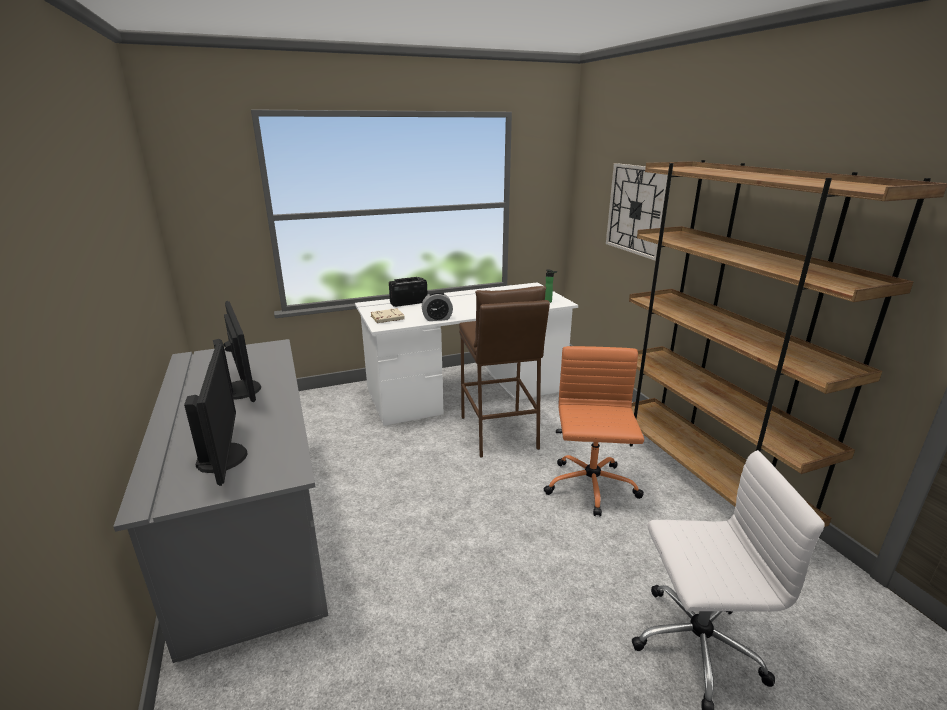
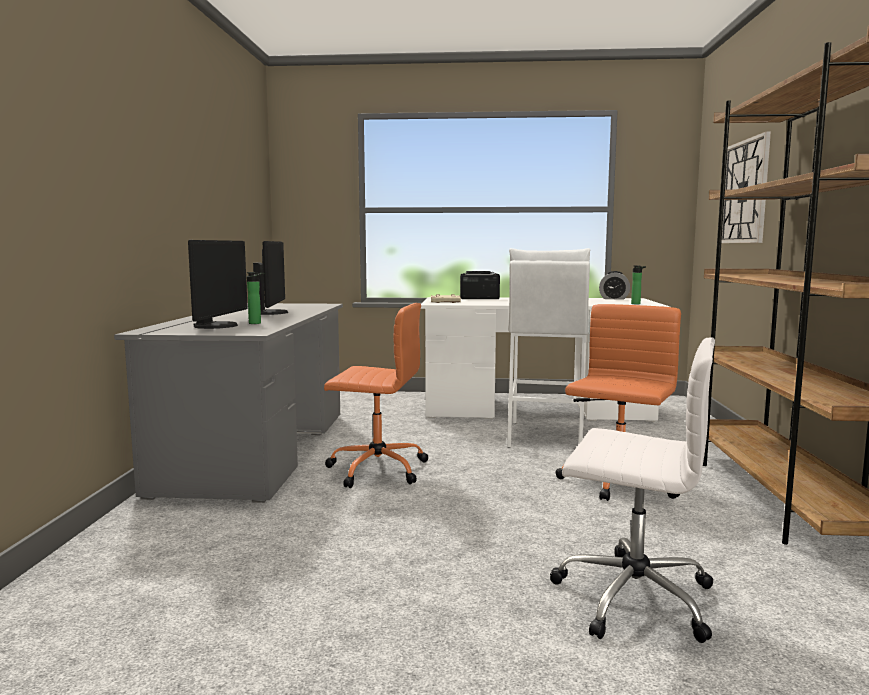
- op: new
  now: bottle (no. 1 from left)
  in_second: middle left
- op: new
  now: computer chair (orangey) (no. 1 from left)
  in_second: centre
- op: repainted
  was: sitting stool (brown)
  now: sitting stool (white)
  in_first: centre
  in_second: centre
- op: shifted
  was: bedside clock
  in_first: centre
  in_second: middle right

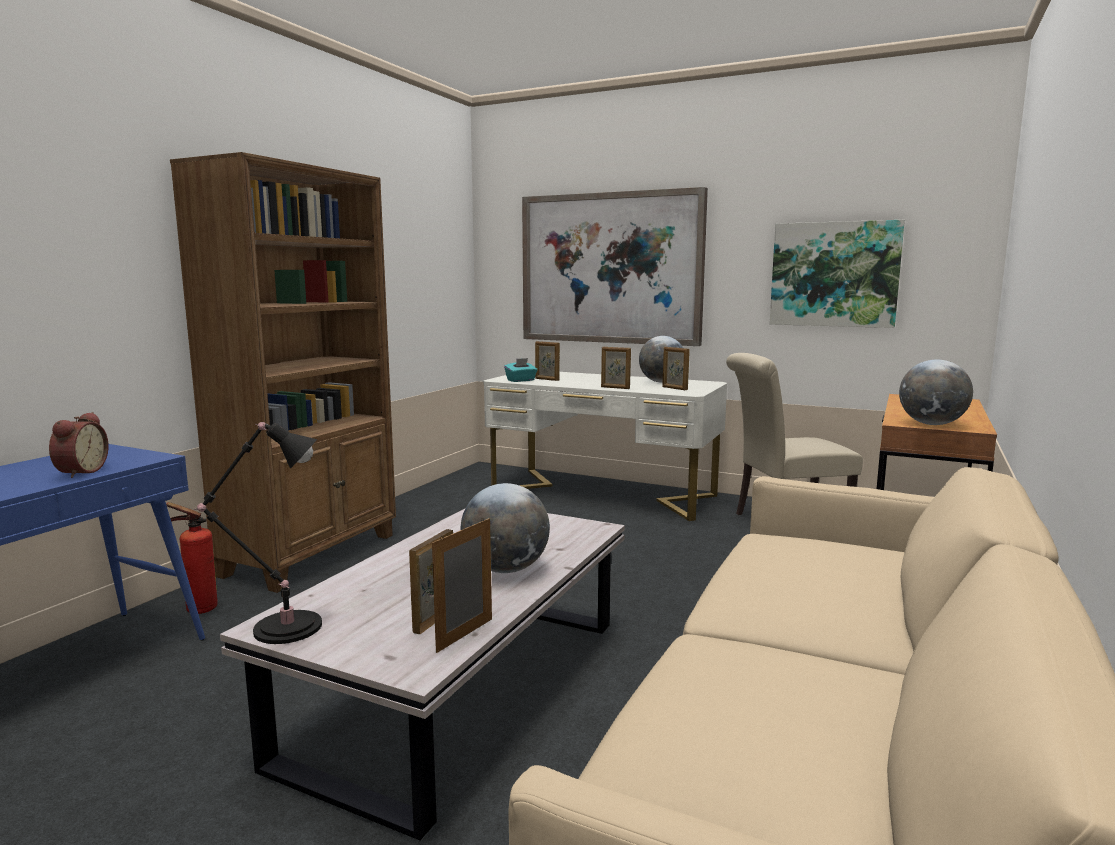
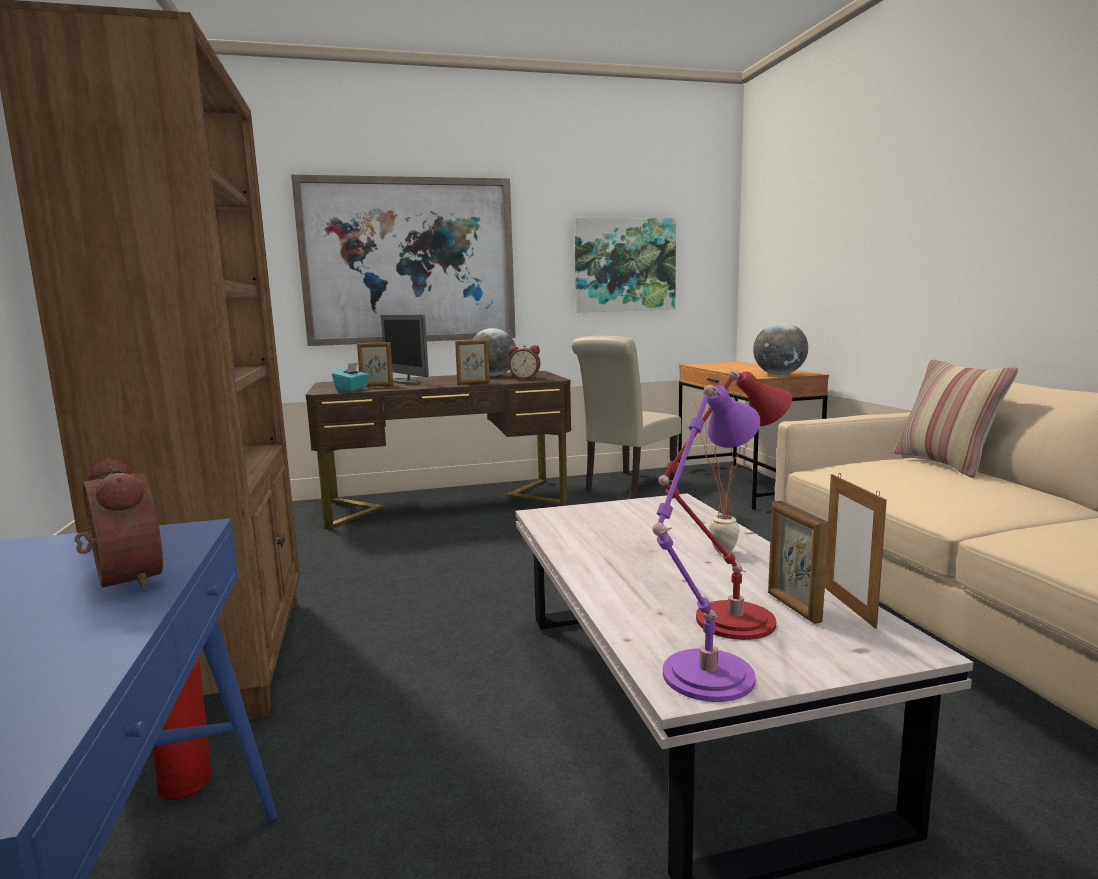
- op: repainted
  was: desk (white)
  now: desk (brown) (no. 1 from left)
  in_first: centre
  in_second: centre
- op: new
  now: monitor
  in_second: centre
- op: swapped
  was: standing frame (no. 5 from left)
  now: bedside clock (no. 2 from left)
  in_first: centre
  in_second: centre
- op: repainted
  was: lamp for a table (black-coloured)
  now: lamp for a table (purplish)
  in_first: middle left
  in_second: centre
- op: new
  now: lamp for a table (red-coloured)
  in_second: centre
- op: swapped
  was: desk globe (no. 1 from left)
  now: plant in a pot
  in_first: centre
  in_second: centre
- op: new
  now: cushion
  in_second: middle right

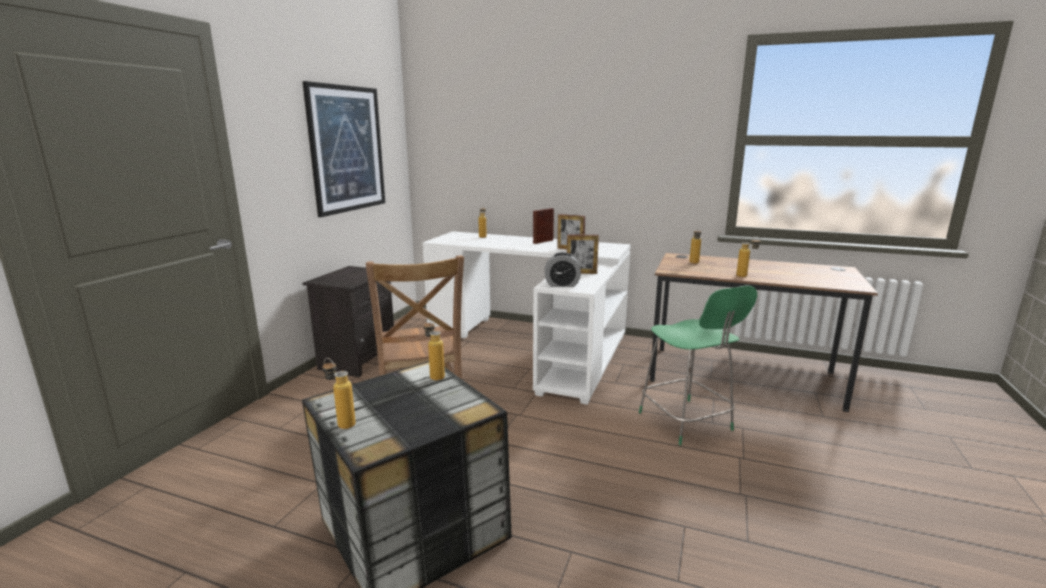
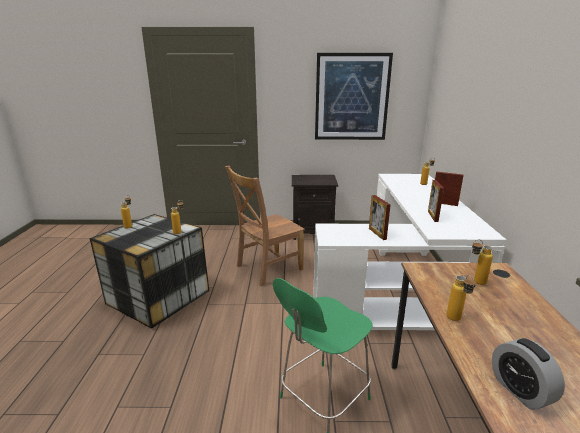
- op: shifted
  was: bedside clock
  in_first: centre
  in_second: bottom right

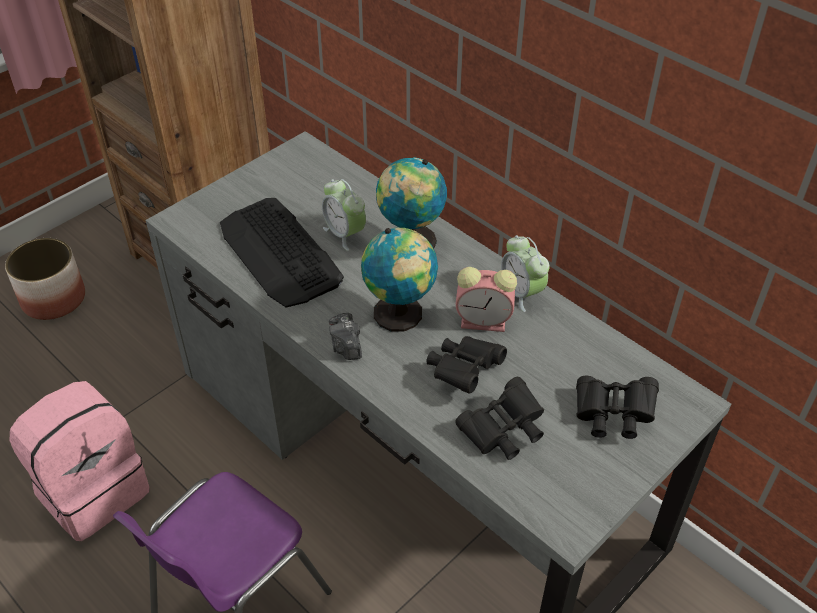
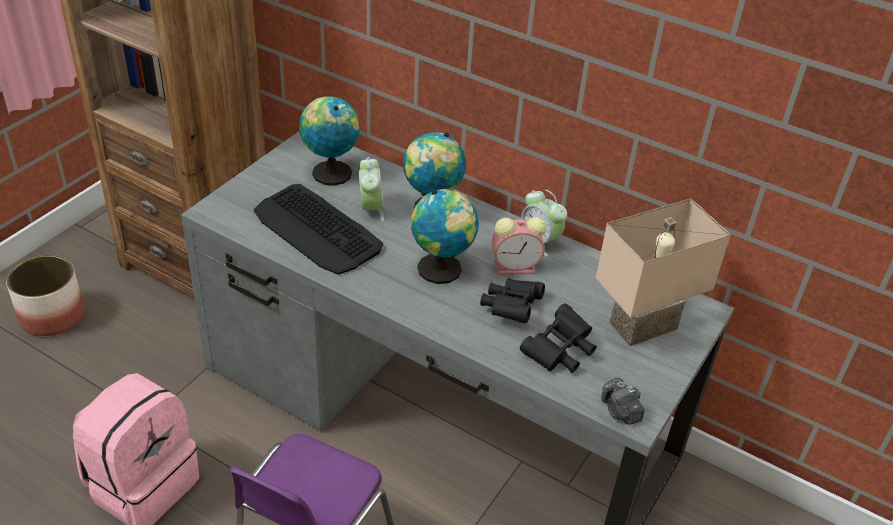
- op: new
  now: desk globe (no. 1 from left)
  in_second: top centre
- op: rotated
  was: bedside clock (no. 1 from left)
  in_first: centre
  in_second: centre
  clockwise: -135
- op: swapped
  was: field glasses (black-coloured) (no. 3 from left)
  now: lamp for a table (beige-coloured)
  in_first: middle right
  in_second: middle right
- op: shifted
  was: still camera
  in_first: centre
  in_second: bottom right

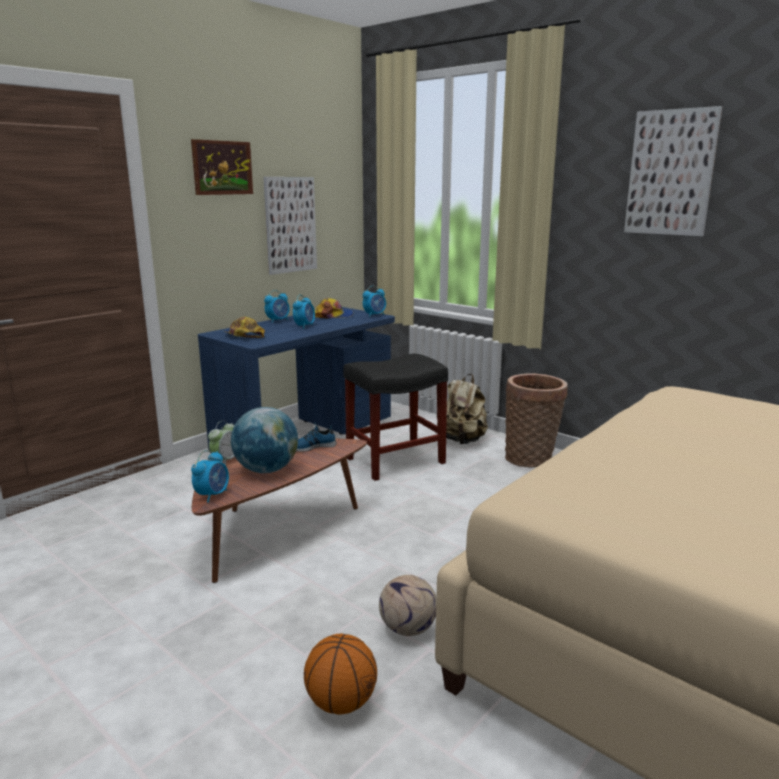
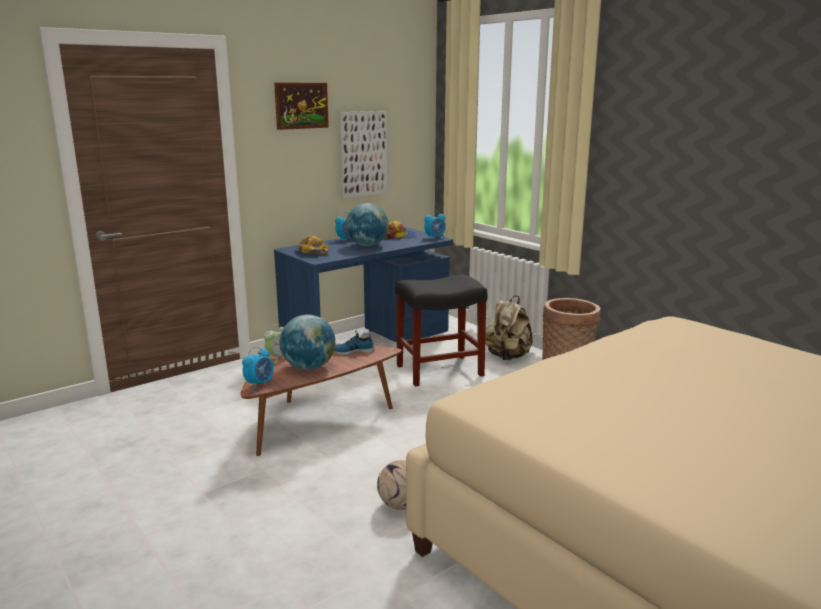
- op: swapped
  was: bedside clock (no. 4 from left)
  now: desk globe (no. 2 from left)
  in_first: centre
  in_second: centre
- op: gone
  was: ball for basketball
  in_first: bottom centre
- op: gone
  was: picture (no. 3 from left)
  in_first: top right

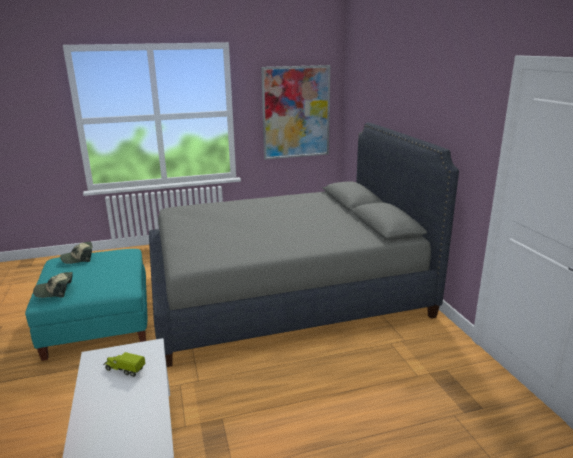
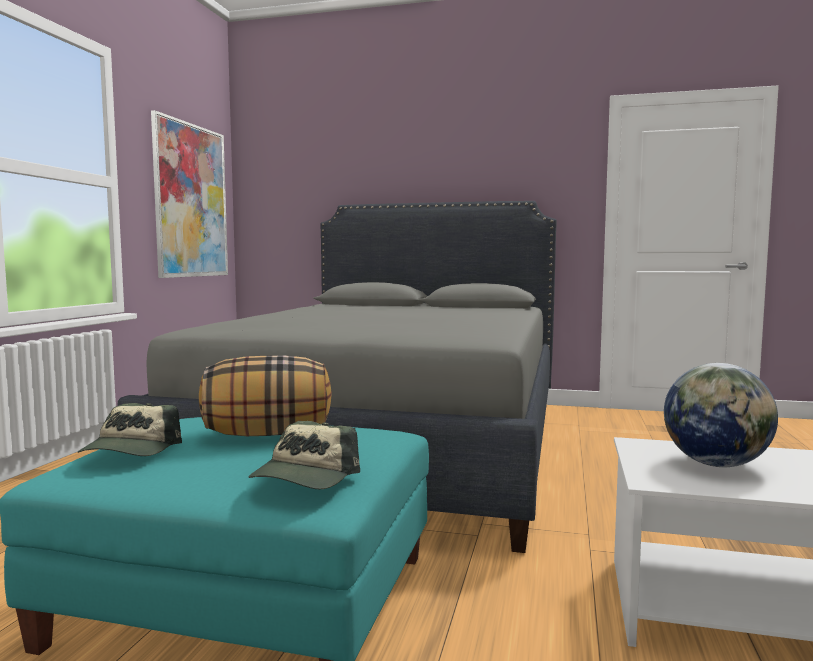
- op: new
  now: cushion
  in_second: middle left
- op: swapped
  was: model truck
  now: desk globe
  in_first: bottom left
  in_second: middle right

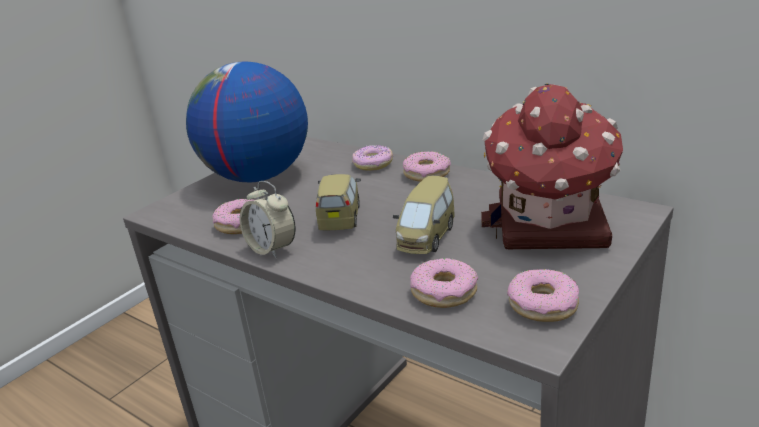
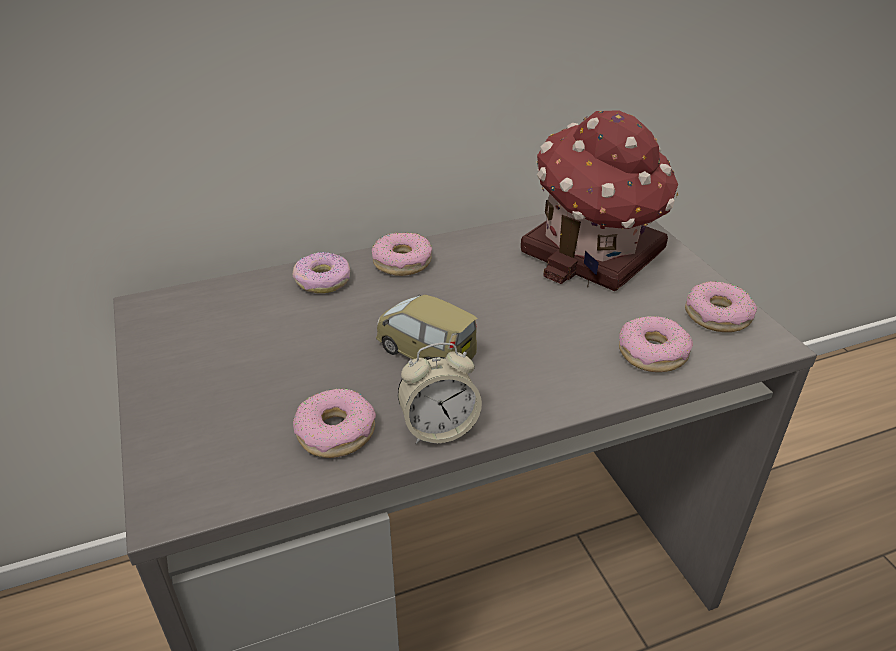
- op: gone
  was: desk globe
  in_first: top left
- op: gone
  was: miniature car (no. 2 from left)
  in_first: centre

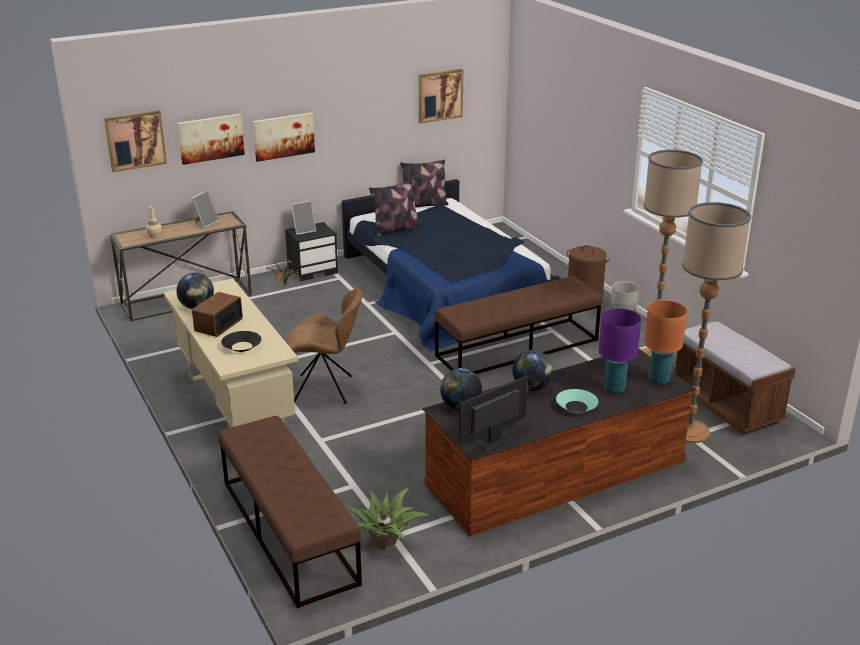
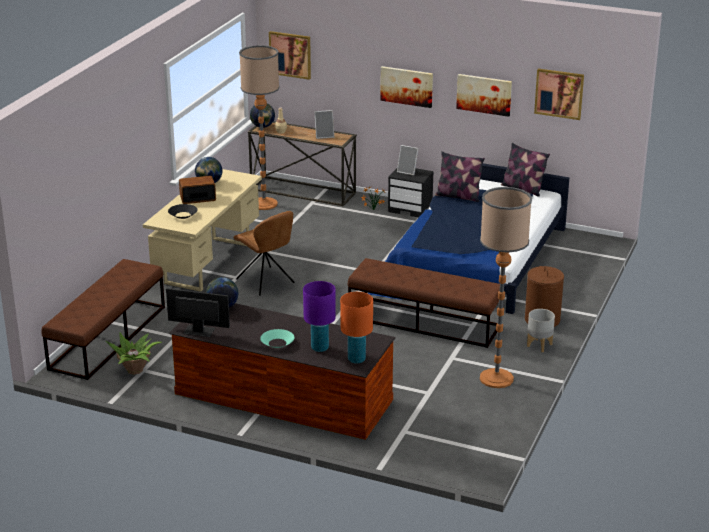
- op: shifted
  was: floor lamp (no. 2 from left in the first image)
  now: floor lamp (no. 1 from left)
  in_first: middle right
  in_second: top centre
- op: shifted
  was: desk globe (no. 3 from left)
  in_first: centre
  in_second: top centre
- op: shifted
  was: picture (no. 2 from left in the first image)
  now: picture (no. 3 from left)
  in_first: top left
  in_second: top right
- op: gone
  was: bench (brown) (no. 3 from left)
  in_first: middle right

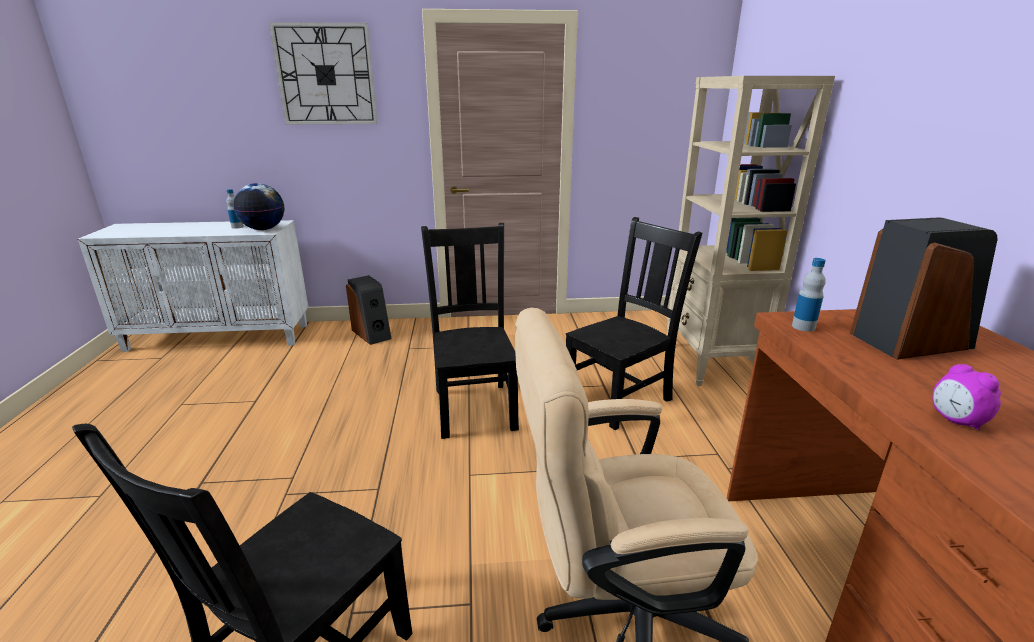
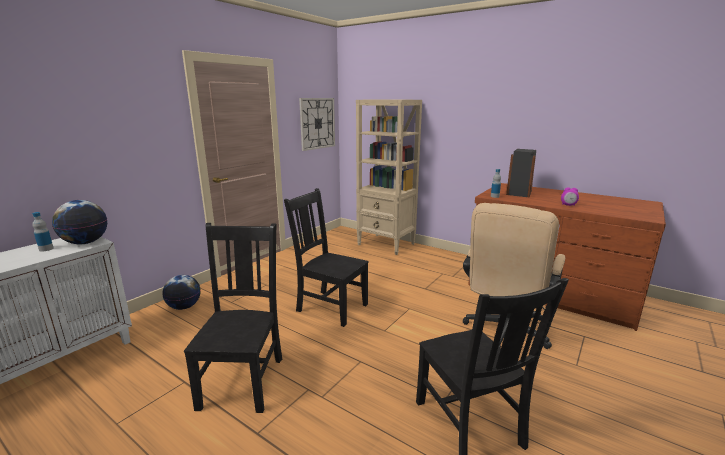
- op: swapped
  was: audio speaker (no. 1 from left)
  now: desk globe (no. 2 from left)
  in_first: centre
  in_second: middle left
- op: shifted
  was: plain chair (black-coloured) (no. 3 from left in the first image)
  now: plain chair (black-coloured) (no. 1 from left)
  in_first: centre
  in_second: bottom left
- op: shifted
  was: clock on the wall
  in_first: top left
  in_second: top centre

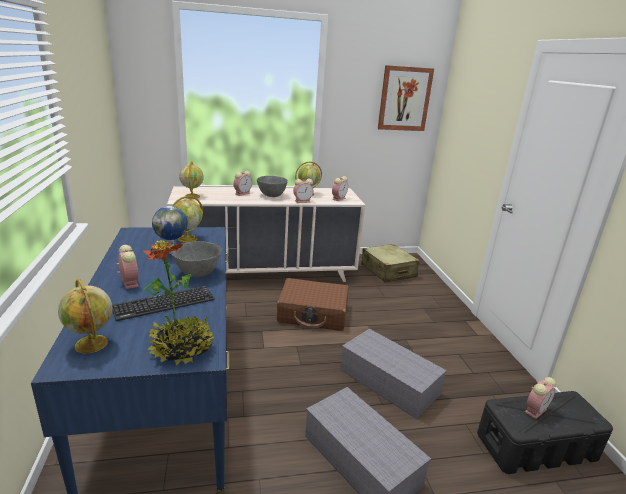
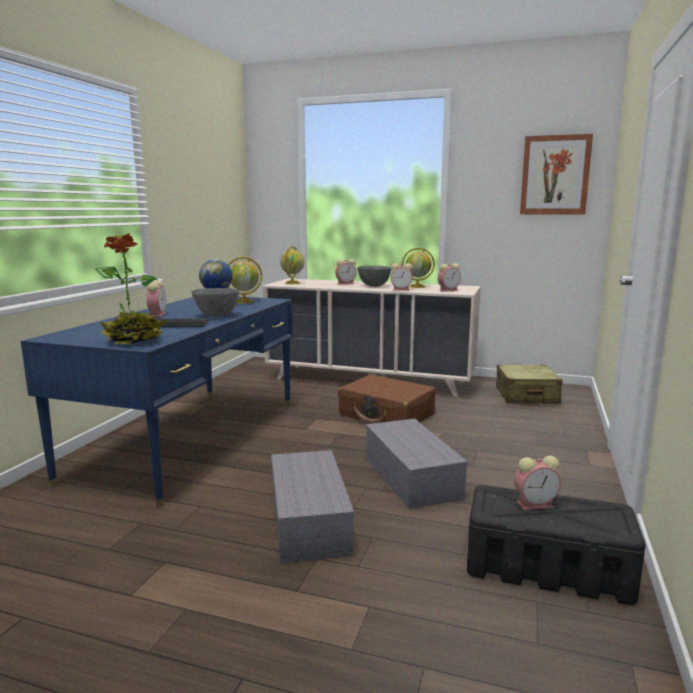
- op: gone
  was: desk globe (no. 1 from left)
  in_first: middle left

